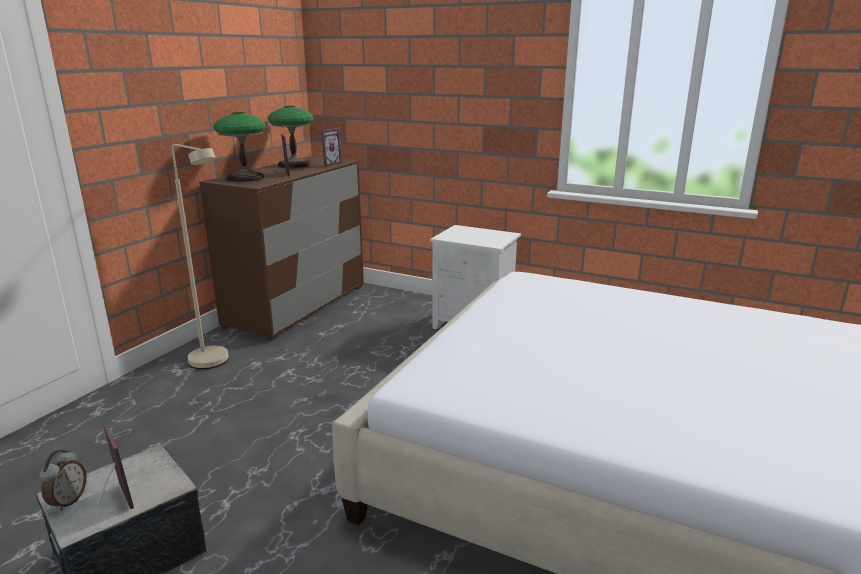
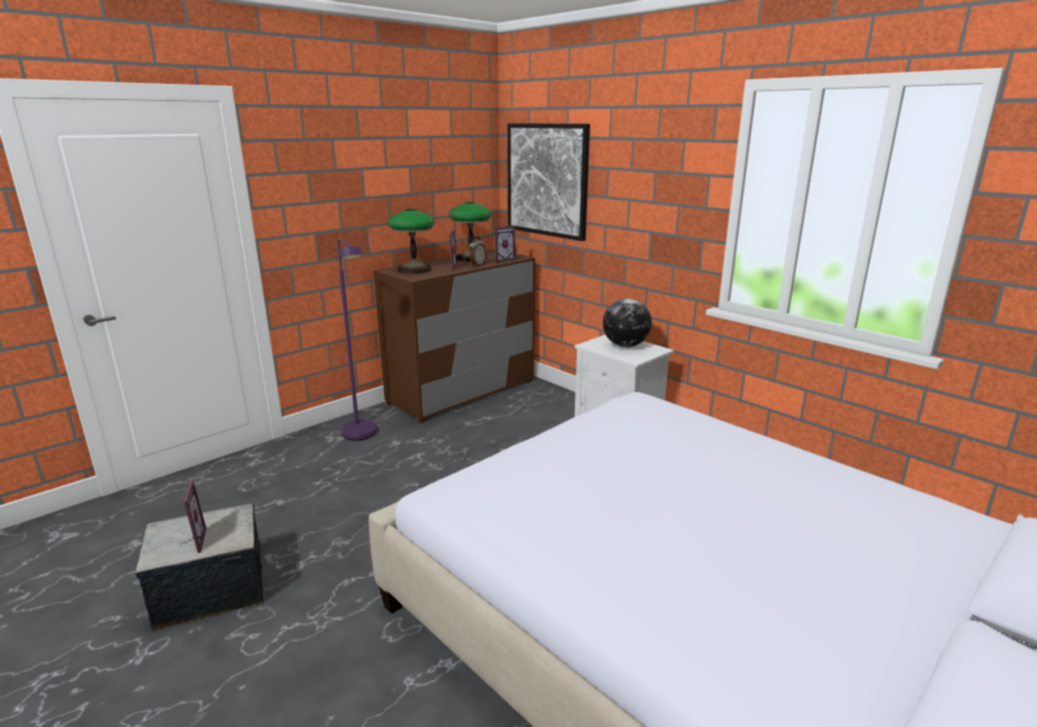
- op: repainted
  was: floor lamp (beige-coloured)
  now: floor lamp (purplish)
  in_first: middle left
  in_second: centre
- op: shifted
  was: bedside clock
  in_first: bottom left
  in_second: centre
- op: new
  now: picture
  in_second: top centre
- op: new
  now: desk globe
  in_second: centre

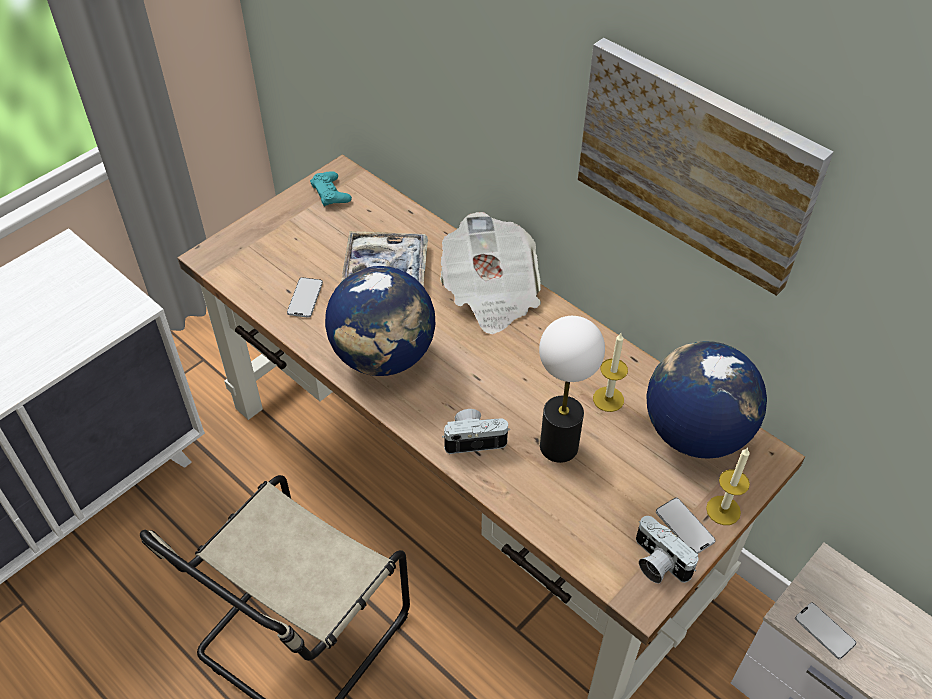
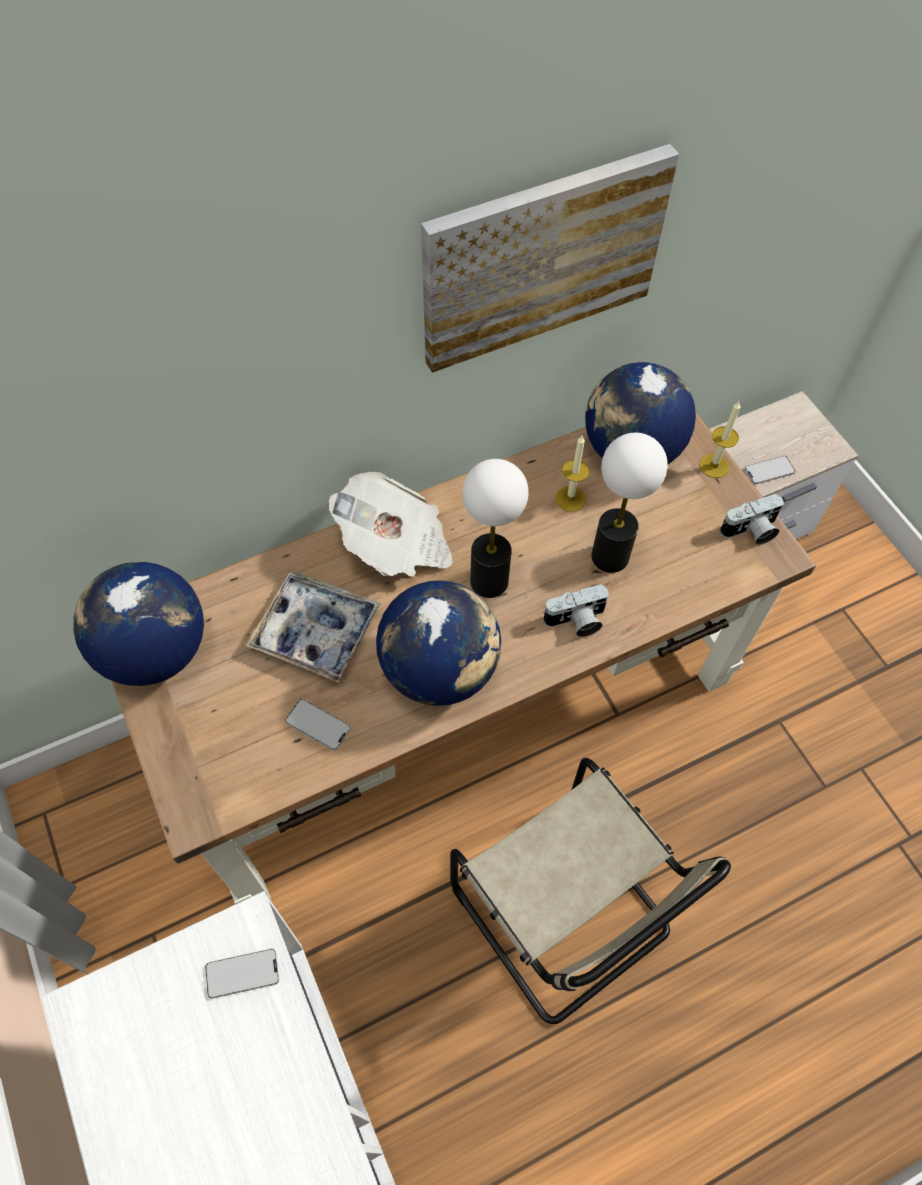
- op: swapped
  was: game controller (blue-green)
  now: desk globe (no. 1 from left)
  in_first: top centre
  in_second: middle left
- op: shifted
  was: telephone (no. 2 from left in the first image)
  now: telephone (no. 1 from left)
  in_first: bottom right
  in_second: bottom left
- op: new
  now: lamp for a table (no. 1 from left)
  in_second: centre
- op: rotated
  was: still camera (no. 1 from left)
  in_first: centre
  in_second: centre
  clockwise: -120

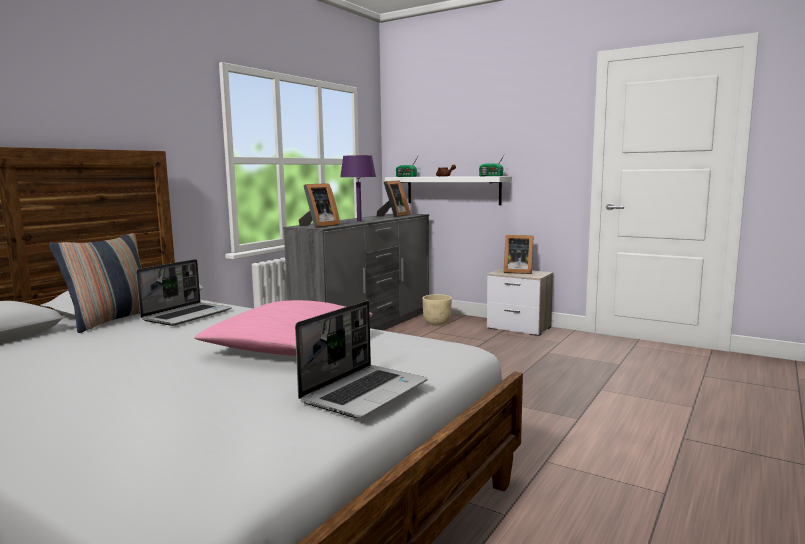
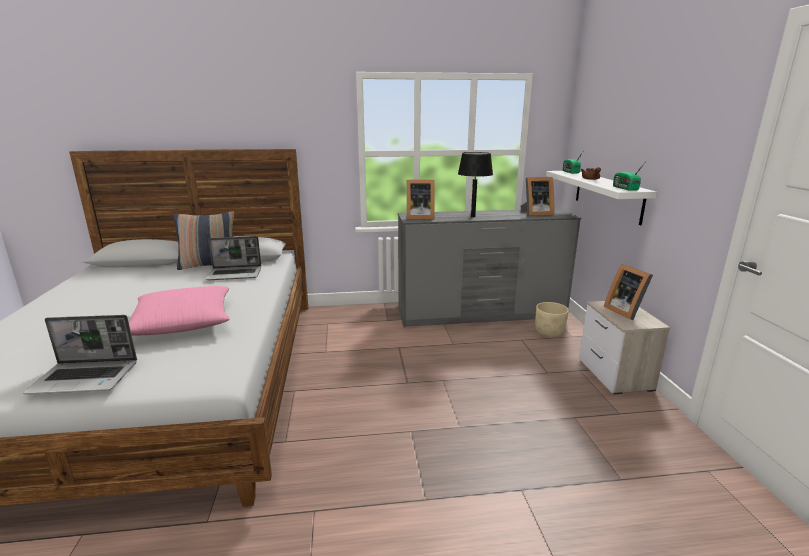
- op: repainted
  was: lamp for a table (purplish)
  now: lamp for a table (black-coloured)
  in_first: centre
  in_second: top centre

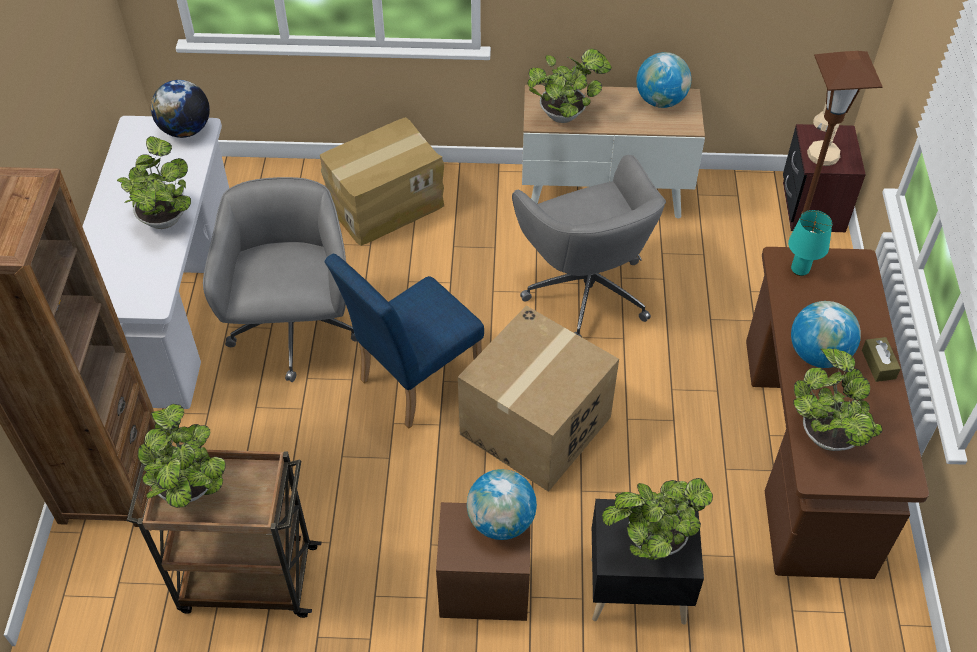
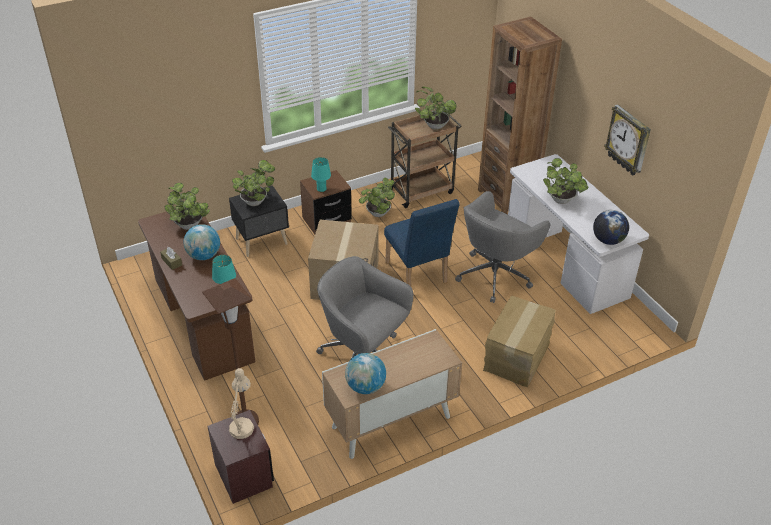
- op: swapped
  was: desk globe (no. 2 from left)
  now: lamp for a table (blue-green) (no. 2 from left)
  in_first: bottom centre
  in_second: top centre
- op: shifted
  was: plant in a pot (no. 3 from left)
  in_first: top centre
  in_second: centre
- op: rotated
  was: plain chair (blue)
  in_first: centre
  in_second: centre
  clockwise: 135
- op: rotated
  was: computer chair (gray) (no. 1 from left in the first image)
  in_first: middle left
  in_second: centre
  clockwise: 75
- op: new
  now: clock on the wall
  in_second: top right

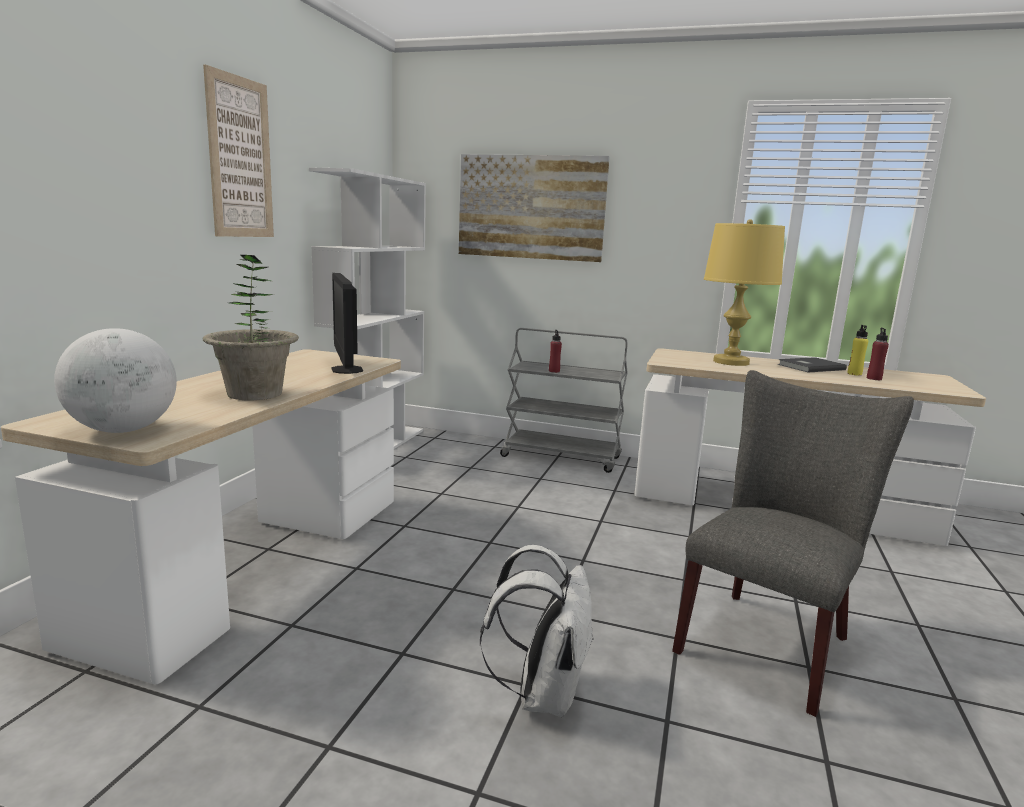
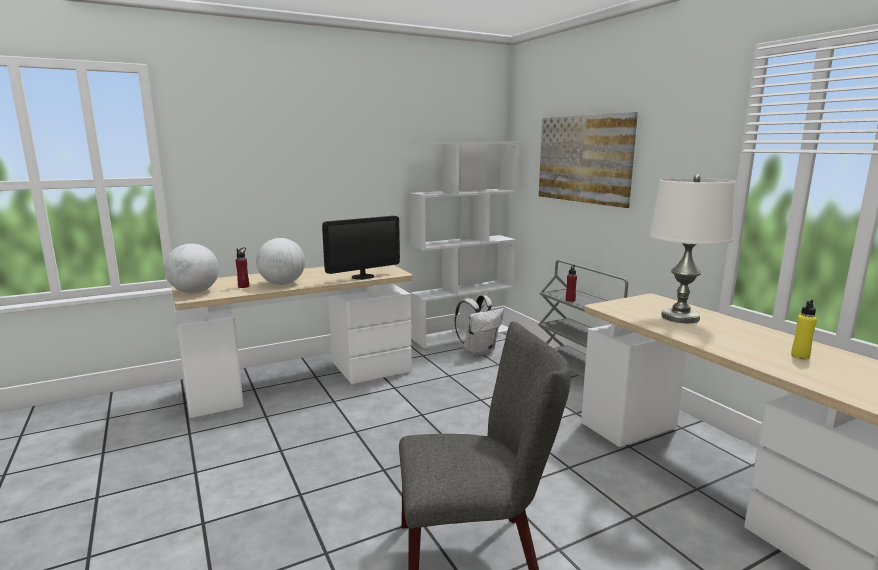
- op: shifted
  was: bottle (red-coloured) (no. 2 from left in the first image)
  now: bottle (red-coloured) (no. 1 from left)
  in_first: middle right
  in_second: middle left
- op: swapped
  was: plant in a pot
  now: desk globe (no. 2 from left)
  in_first: middle left
  in_second: middle left
- op: rotated
  was: monitor
  in_first: centre
  in_second: centre
  clockwise: -150
- op: shifted
  was: backpack (white)
  in_first: bottom centre
  in_second: centre
- op: repainted
  was: lamp for a table (yellow)
  now: lamp for a table (white)
  in_first: middle right
  in_second: middle right
- op: gone
  was: picture (no. 1 from left)
  in_first: top left
- op: gone
  was: volume (gray)
  in_first: middle right

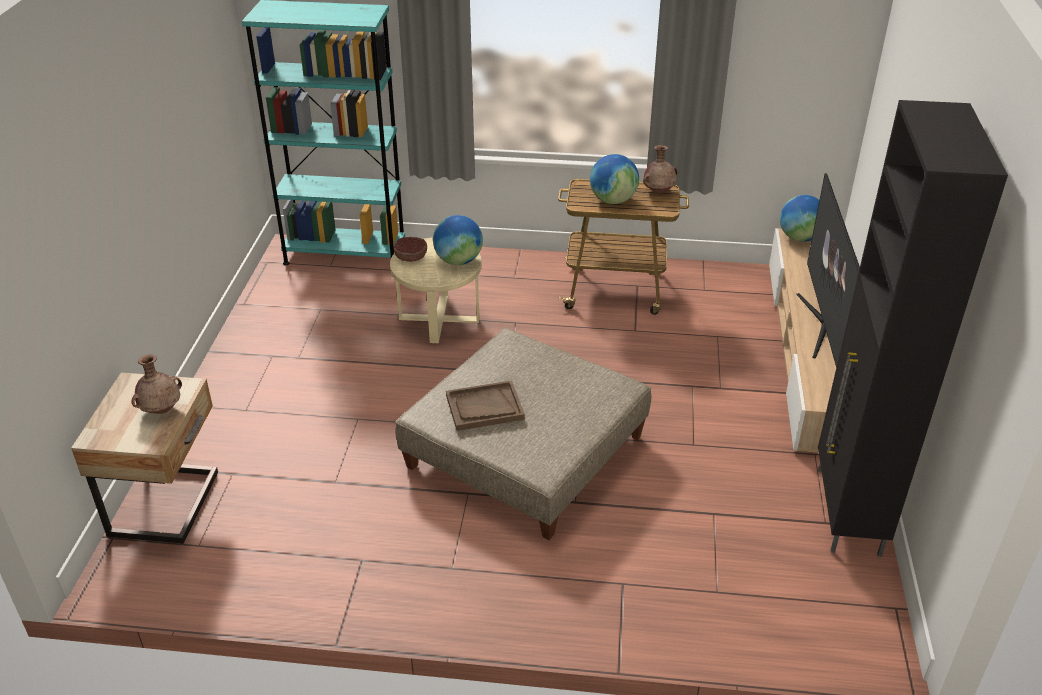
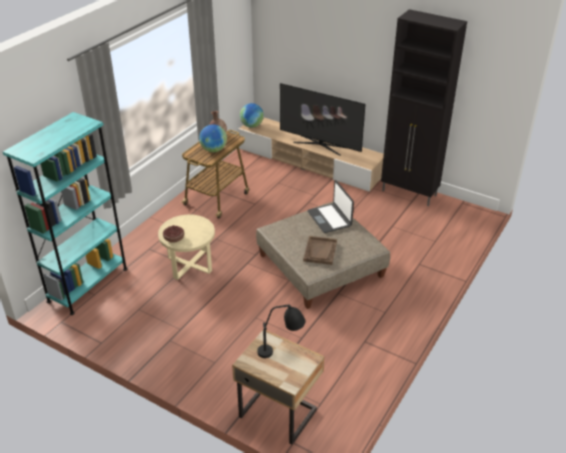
- op: swapped
  was: vase (brown) (no. 1 from left)
  now: lamp for a table (black-coloured)
  in_first: middle left
  in_second: bottom centre
- op: new
  now: notebook computer
  in_second: centre
- op: gone
  was: desk globe (no. 1 from left)
  in_first: centre

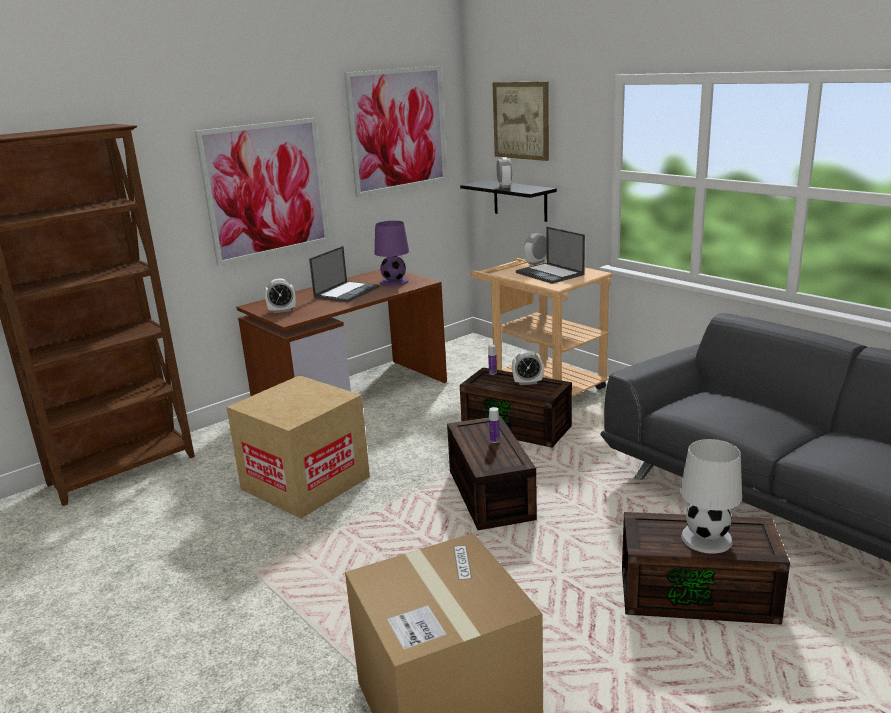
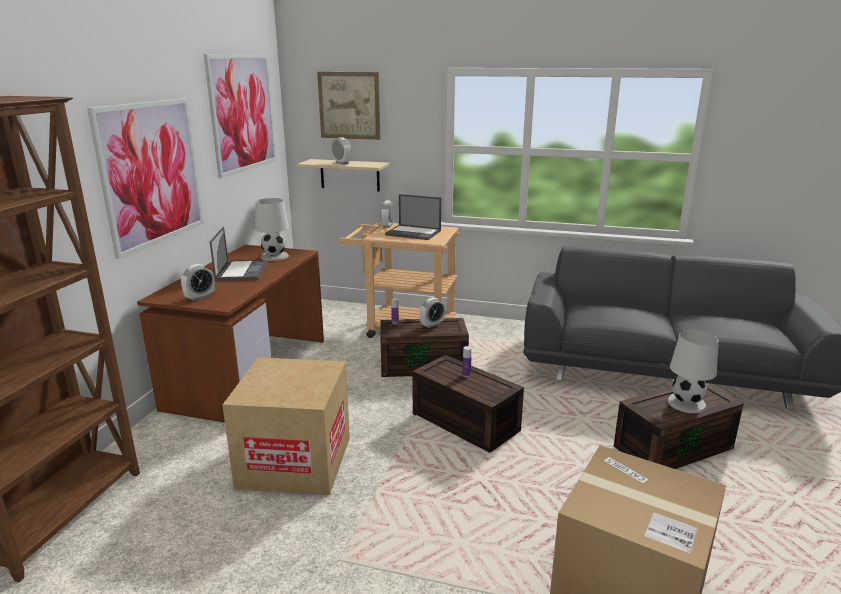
- op: repainted
  was: lamp for a table (purplish)
  now: lamp for a table (white) (no. 1 from left)
  in_first: centre
  in_second: middle left
- op: repainted
  was: shelf (black-coloured)
  now: shelf (beige-coloured)
  in_first: top centre
  in_second: top centre

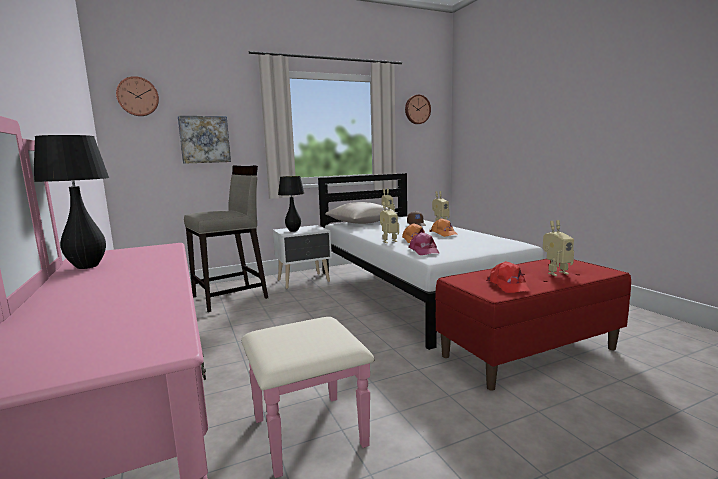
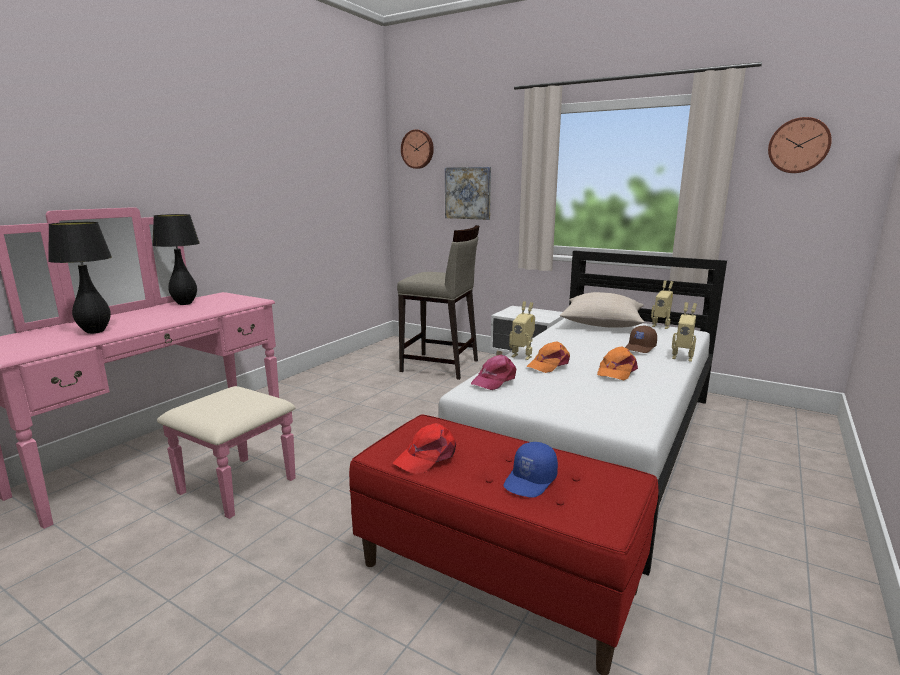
- op: shifted
  was: lamp for a table (black-coloured) (no. 2 from left in the first image)
  now: lamp for a table (black-coloured) (no. 1 from left)
  in_first: centre
  in_second: middle left
- op: swapped
  was: robot figure (no. 4 from left)
  now: baseball cap (blue)
  in_first: middle right
  in_second: bottom centre

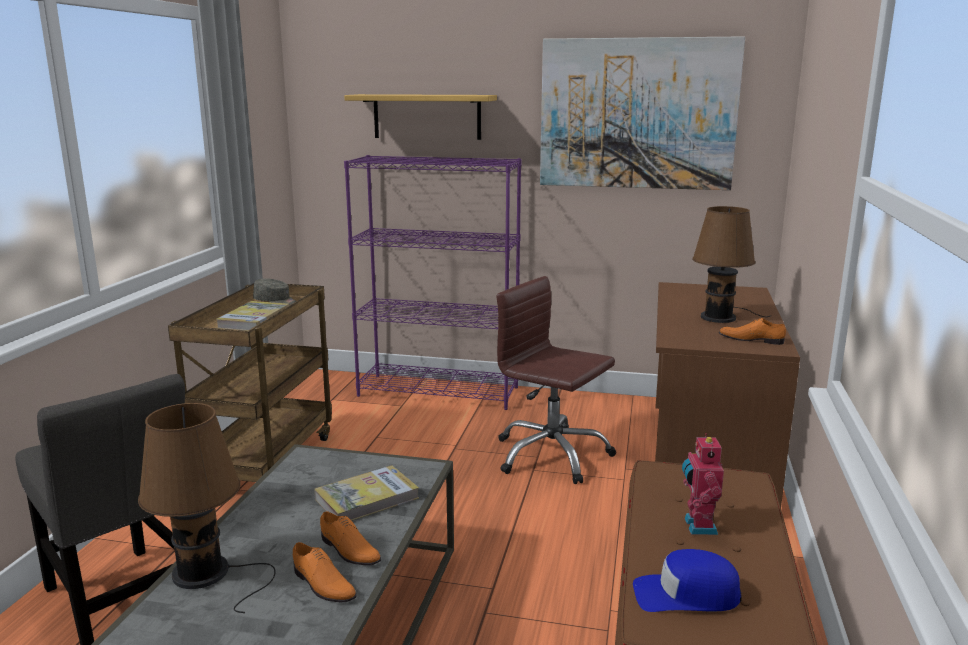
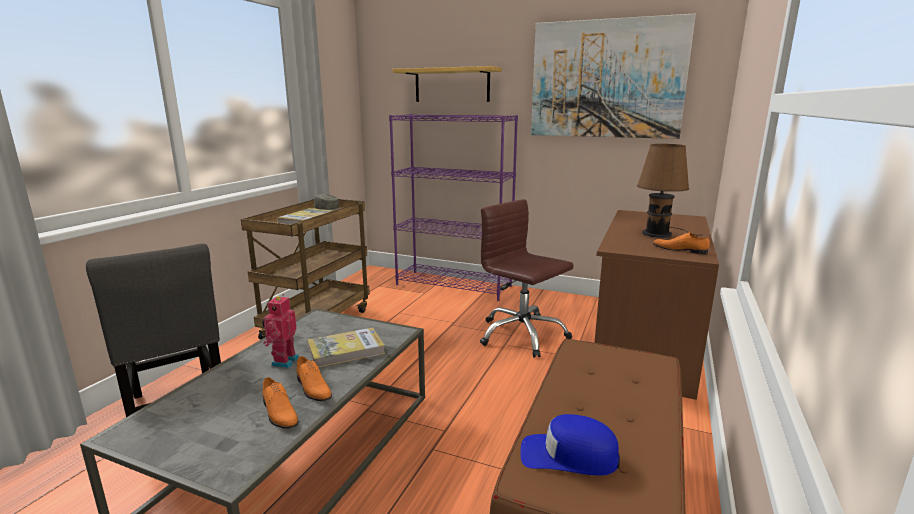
- op: shifted
  was: robot figure
  in_first: bottom right
  in_second: middle left
- op: gone
  was: lamp for a table (brown) (no. 1 from left)
  in_first: bottom left

